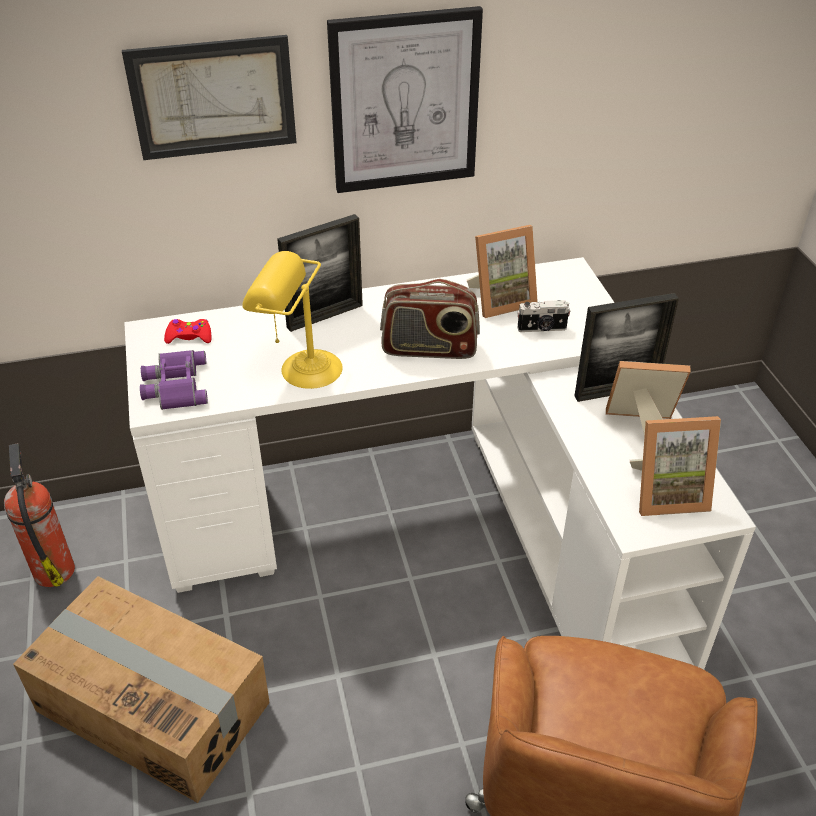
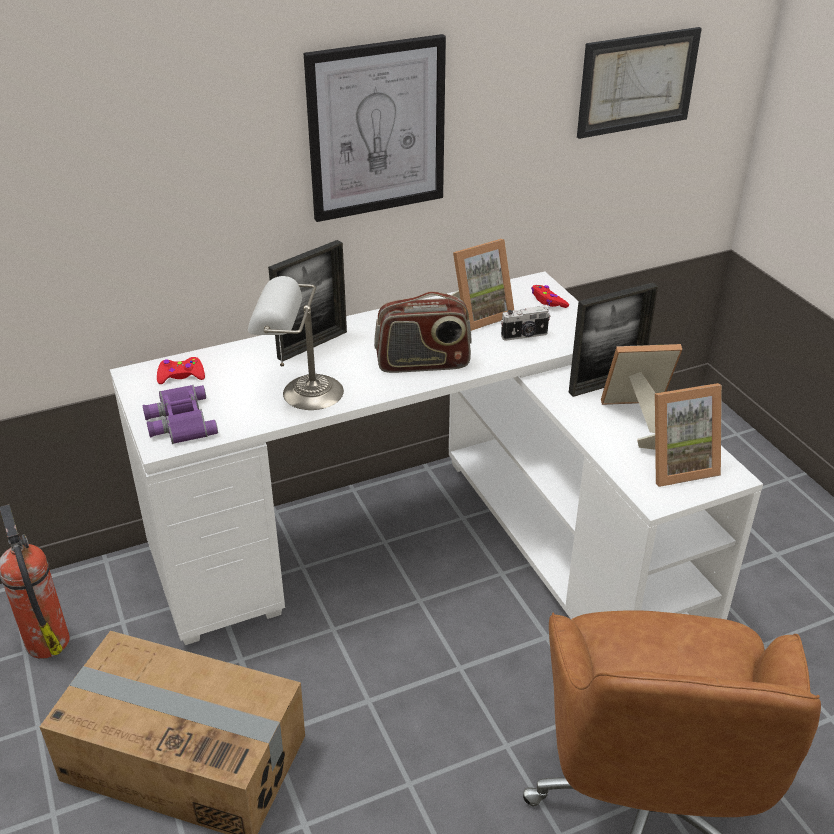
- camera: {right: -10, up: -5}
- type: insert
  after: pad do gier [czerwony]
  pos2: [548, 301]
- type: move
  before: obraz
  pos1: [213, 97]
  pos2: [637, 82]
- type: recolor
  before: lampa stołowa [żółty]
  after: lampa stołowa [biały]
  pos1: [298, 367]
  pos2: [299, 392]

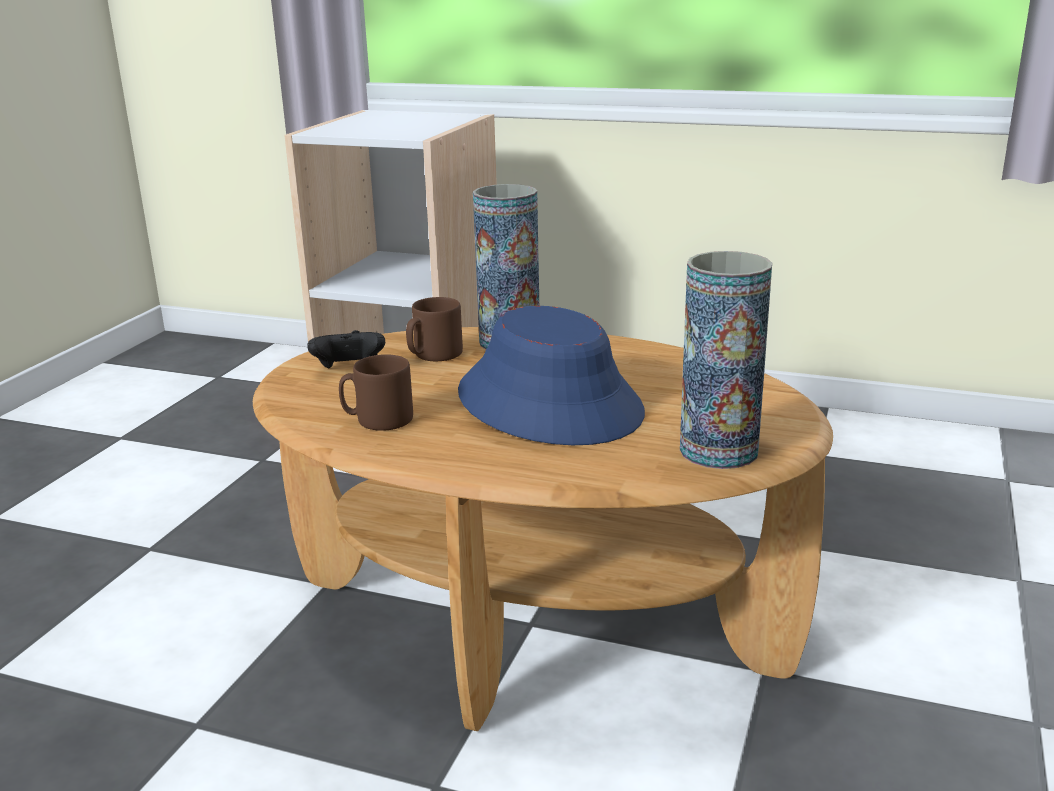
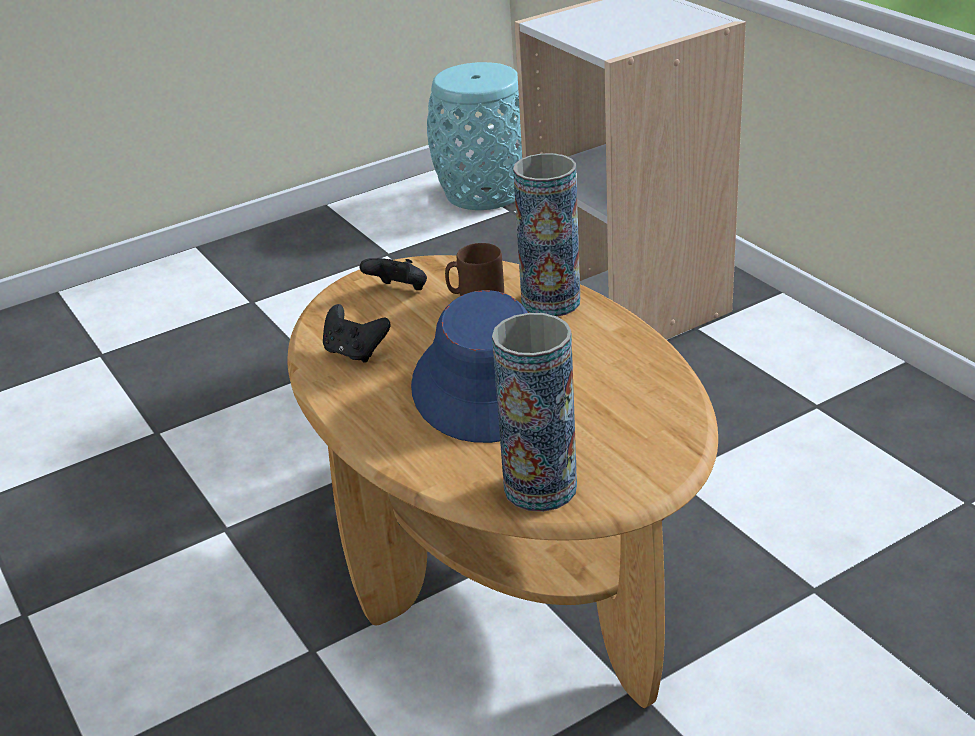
- camera: {right: 40, up: 10}
- type: insert
  after: stołek [turkusowy]
  pos2: [484, 193]
- type: replace
  before: kubek [brązowy]
  after: pad do gier [czarny]
  pos1: [378, 420]
  pos2: [355, 352]

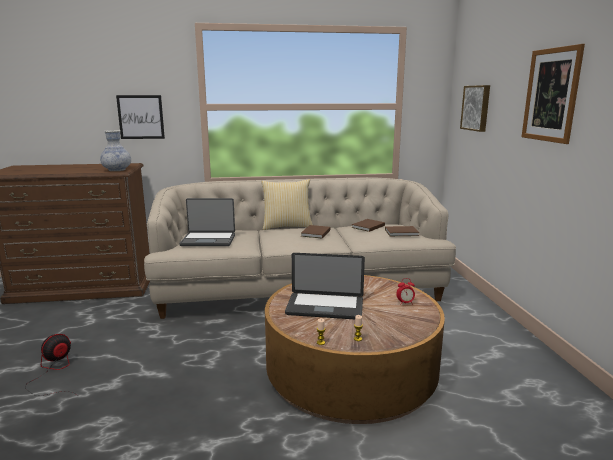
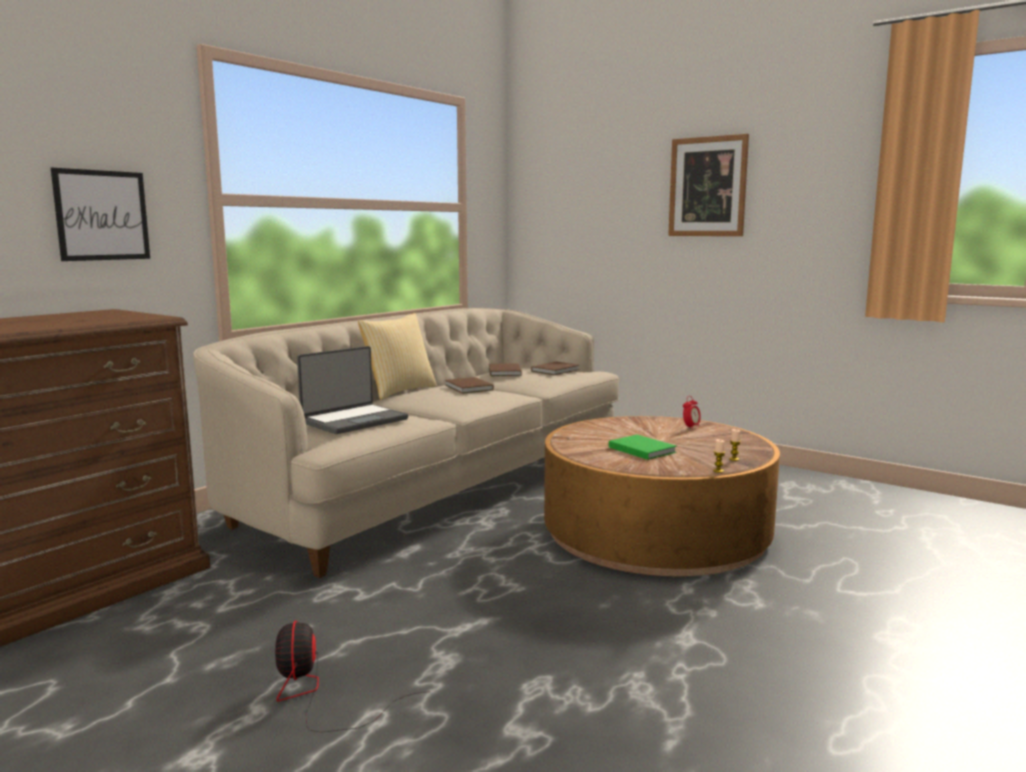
- camera: {right: -45, up: -5}
- type: delete
  before: wazon
  pos1: [117, 170]
- type: delete
  before: obraz
  pos1: [476, 108]
- type: replace
  before: laptop
  after: książka [zielony]
  pos1: [325, 307]
  pos2: [641, 449]

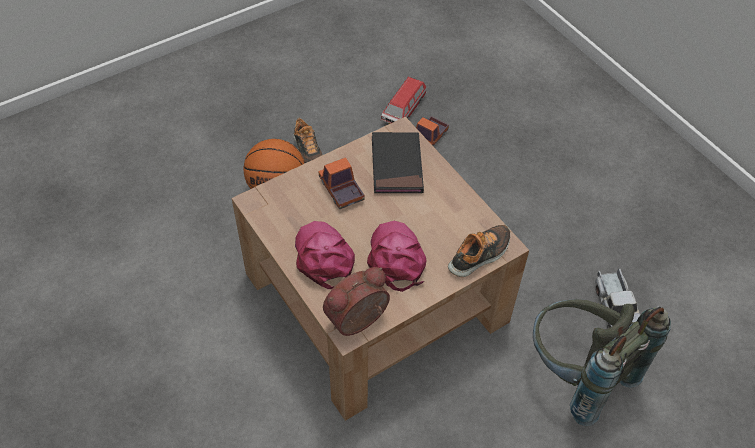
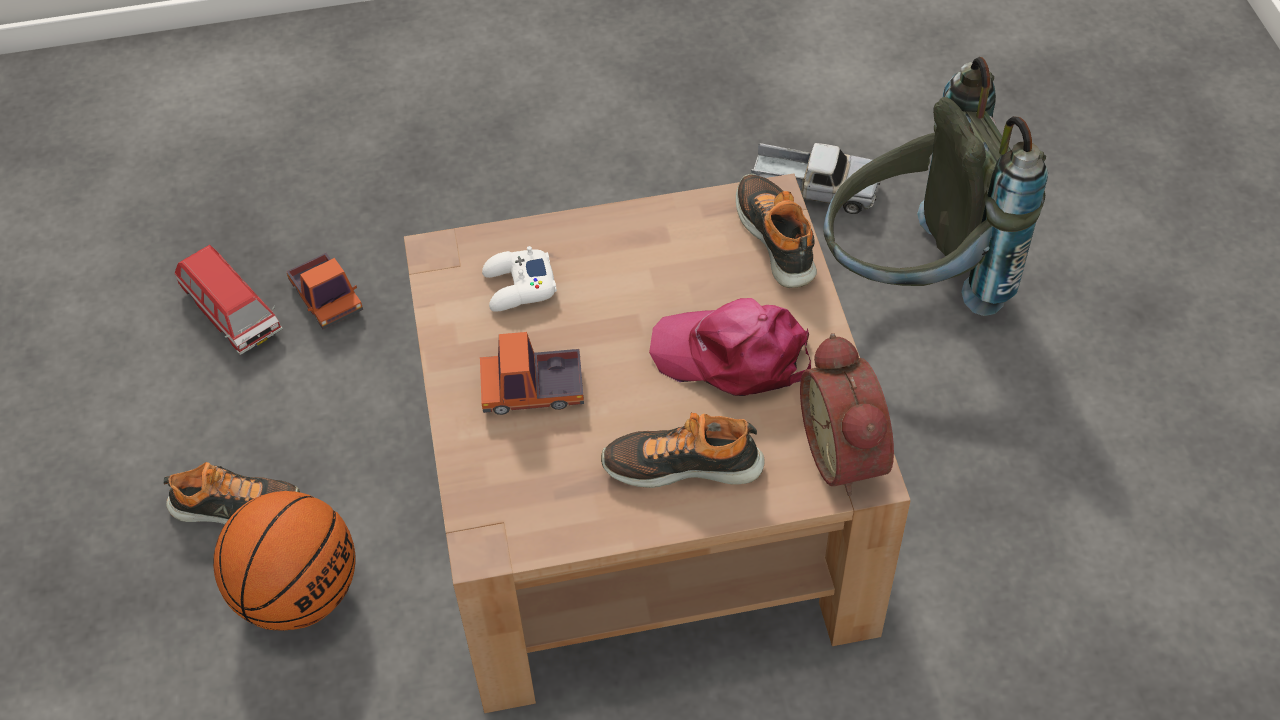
- camera: {right: -65, up: 0}
- type: replace
  before: czapka z daszkiem [różowy]
  after: but
  pos1: [324, 258]
  pos2: [683, 464]
- type: replace
  before: książka [czarny]
  after: pad do gier [biały]
  pos1: [396, 165]
  pos2: [518, 287]

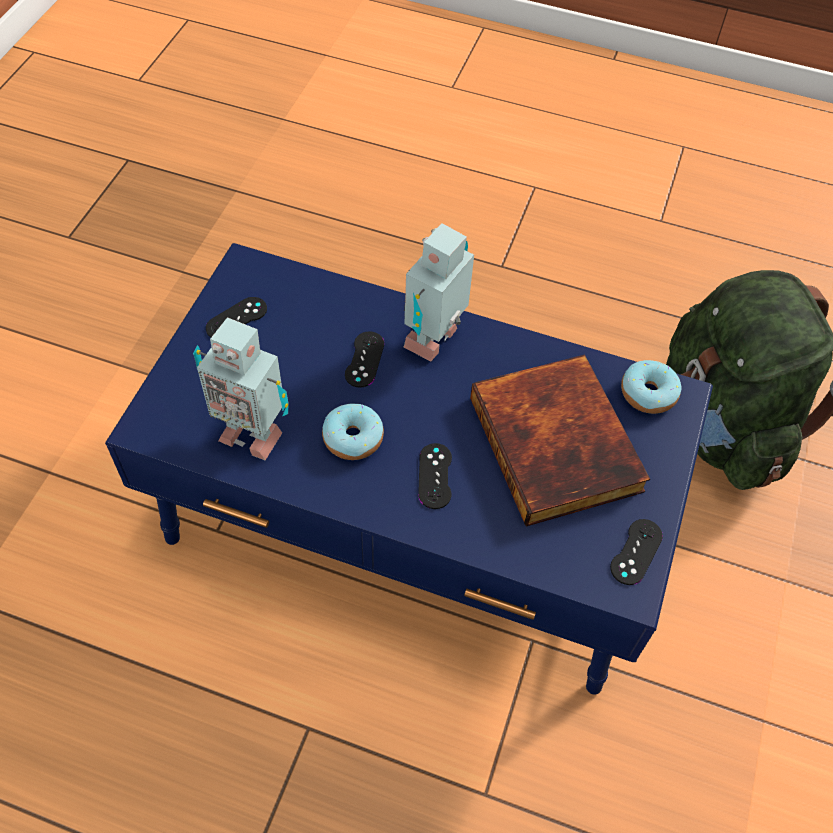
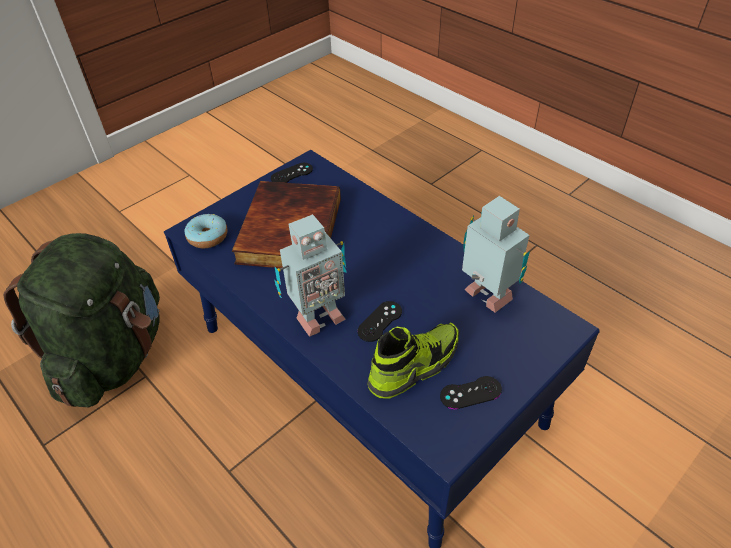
- camera: {right: -150, up: -10}
- type: delete
  before: donut
  pos1: [353, 438]
- type: delete
  before: pad do gier [czarny]
  pos1: [435, 476]
- type: insert
  after: but
  pos2: [413, 366]

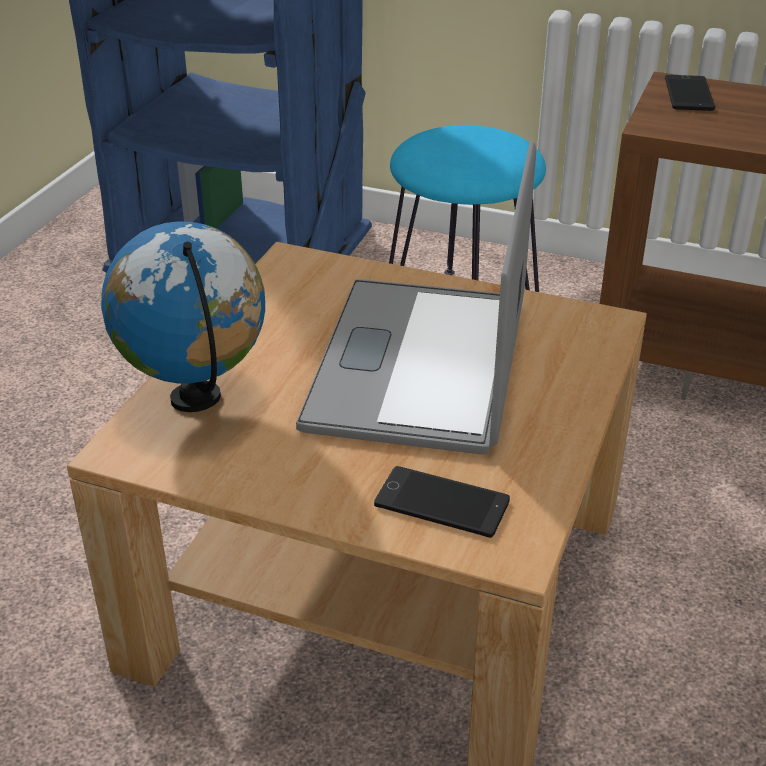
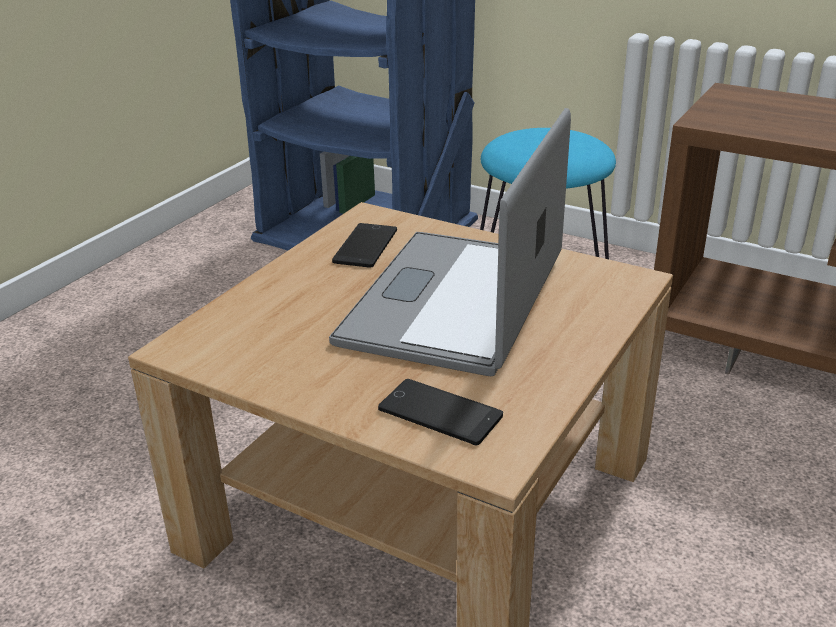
- camera: {right: 10, up: -5}
- type: delete
  before: globus
  pos1: [196, 398]
- type: move
  before: telefon
  pos1: [688, 94]
  pos2: [365, 246]

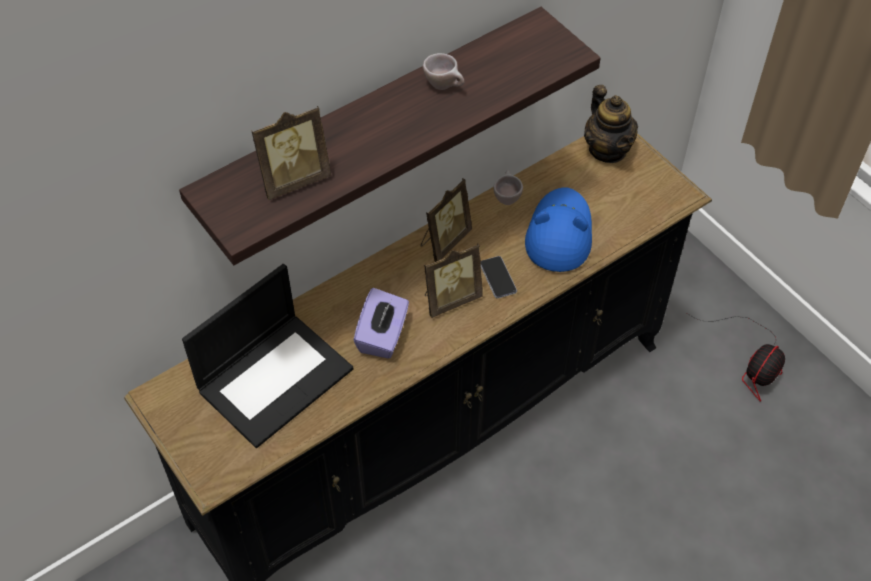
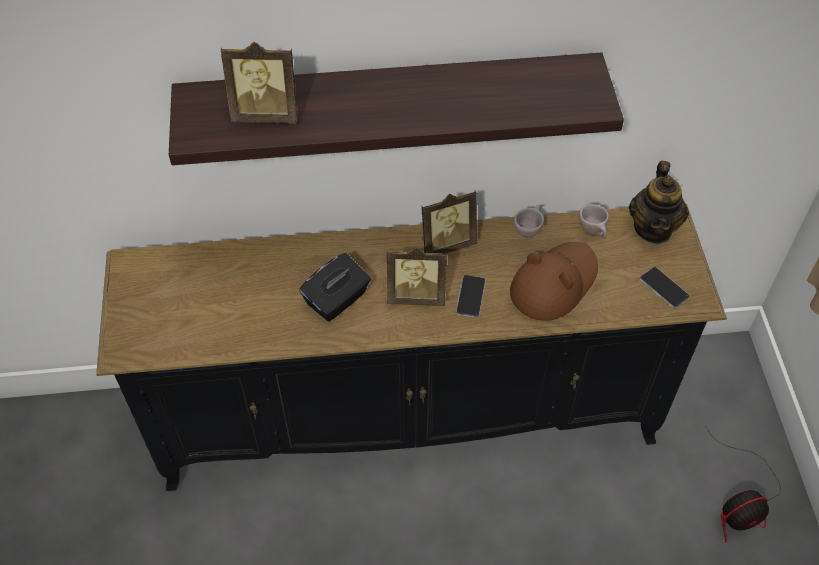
- camera: {right: 30, up: 0}
- type: delete
  before: laptop
  pos1: [275, 377]
- type: insert
  after: telefon
  pos2: [664, 288]
- type: move
  before: filiżanka [beżowy]
  pos1: [445, 86]
  pos2: [593, 232]
- type: recolor
  before: pudełko chusteczek [fioletowy]
  after: pudełko chusteczek [czarny]
  pos1: [383, 336]
  pos2: [337, 300]
- type: recolor
  before: kapelusz [niebieski]
  after: kapelusz [brązowy]
  pos1: [559, 234]
  pos2: [553, 283]

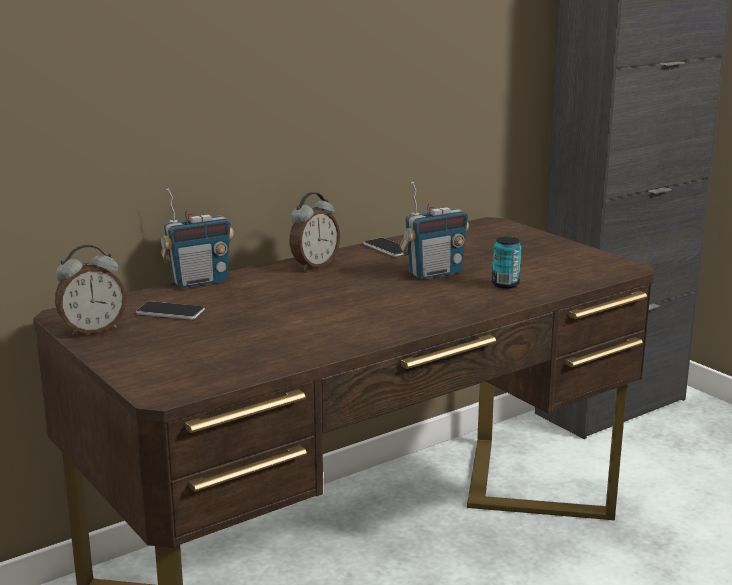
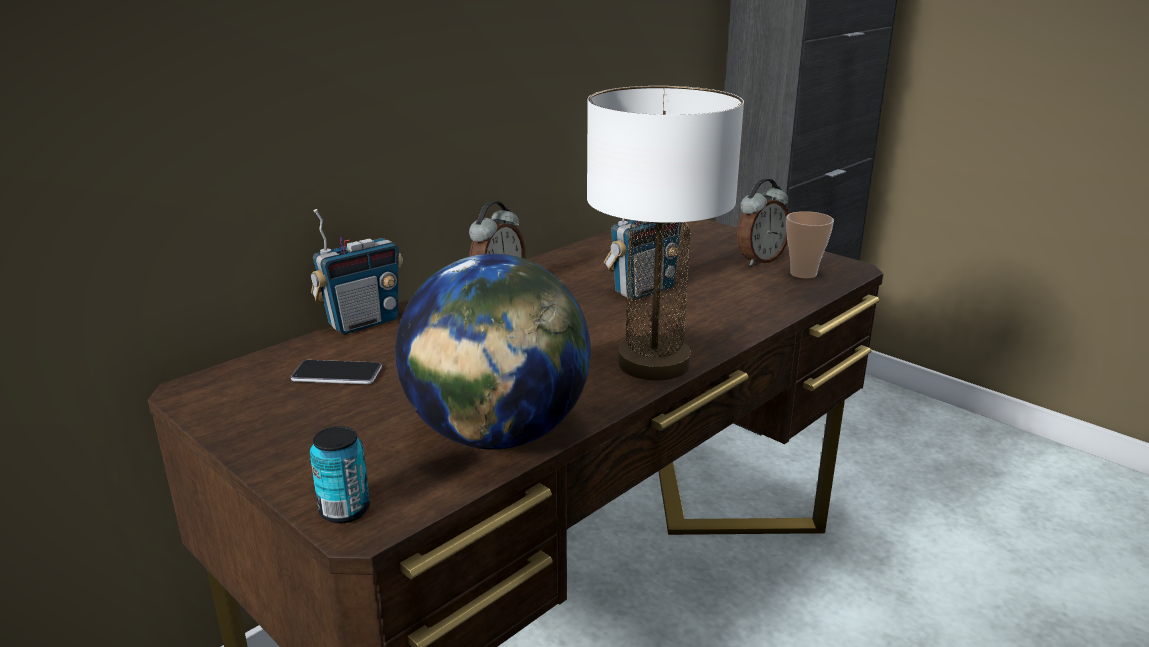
- camera: {right: -10, up: 5}
- type: delete
  before: telefon
  pos1: [388, 248]
- type: insert
  after: globus
  pos2: [497, 436]
- type: insert
  after: lampa stołowa
  pos2: [654, 364]
- type: insert
  after: filiżanka
  pos2: [803, 274]
- type: move
  before: budzik
  pos1: [93, 330]
  pos2: [759, 260]
- type: move
  before: puszka
  pos1: [505, 284]
  pos2: [344, 510]

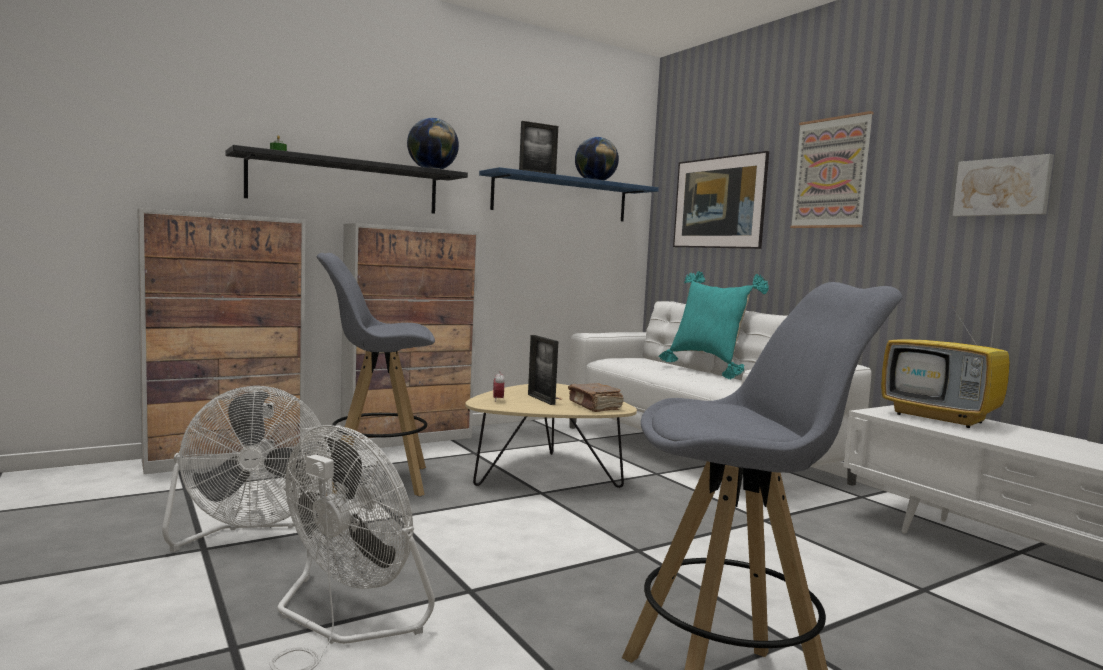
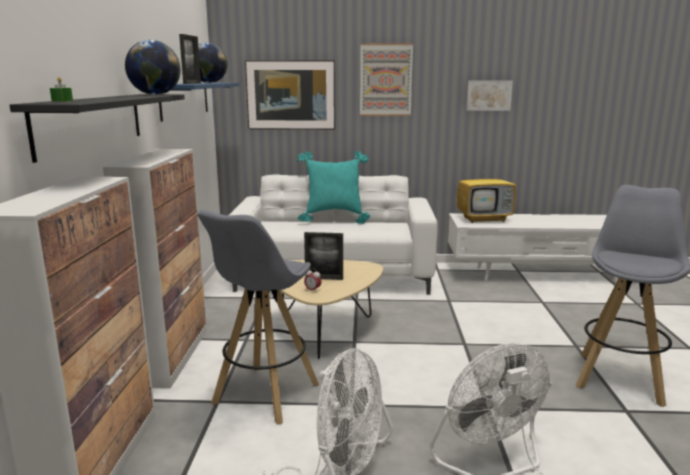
- camera: {right: -55, up: 10}
- type: delete
  before: książka [brązowy]
  pos1: [594, 406]

